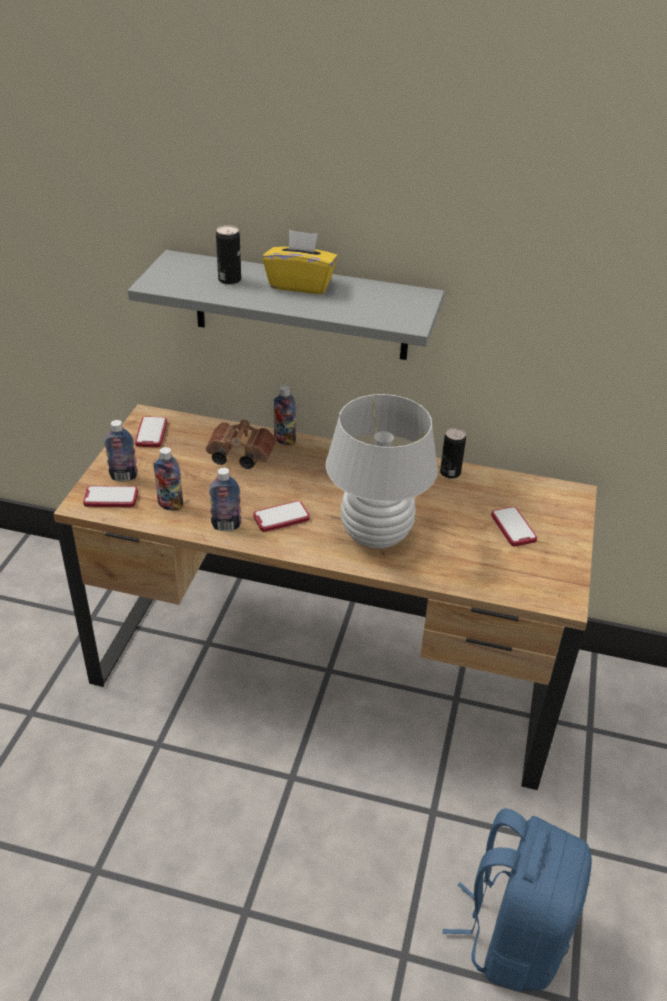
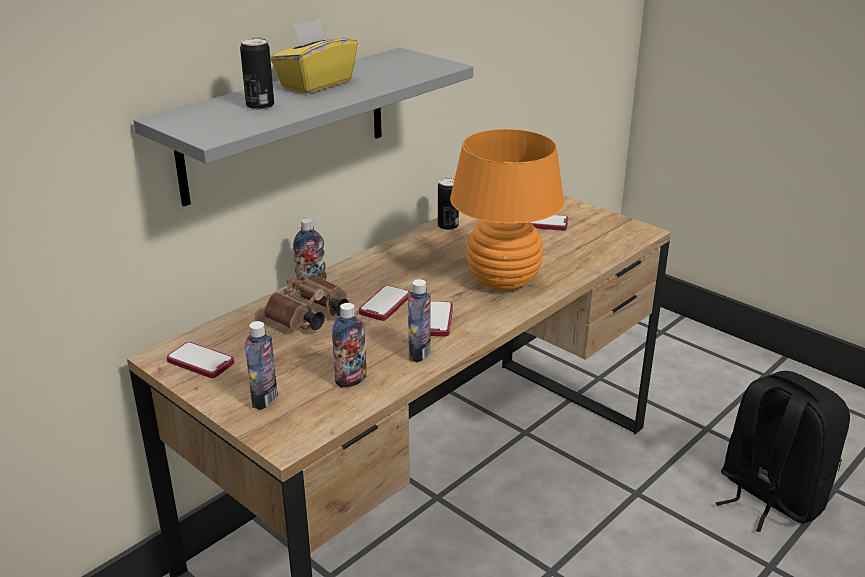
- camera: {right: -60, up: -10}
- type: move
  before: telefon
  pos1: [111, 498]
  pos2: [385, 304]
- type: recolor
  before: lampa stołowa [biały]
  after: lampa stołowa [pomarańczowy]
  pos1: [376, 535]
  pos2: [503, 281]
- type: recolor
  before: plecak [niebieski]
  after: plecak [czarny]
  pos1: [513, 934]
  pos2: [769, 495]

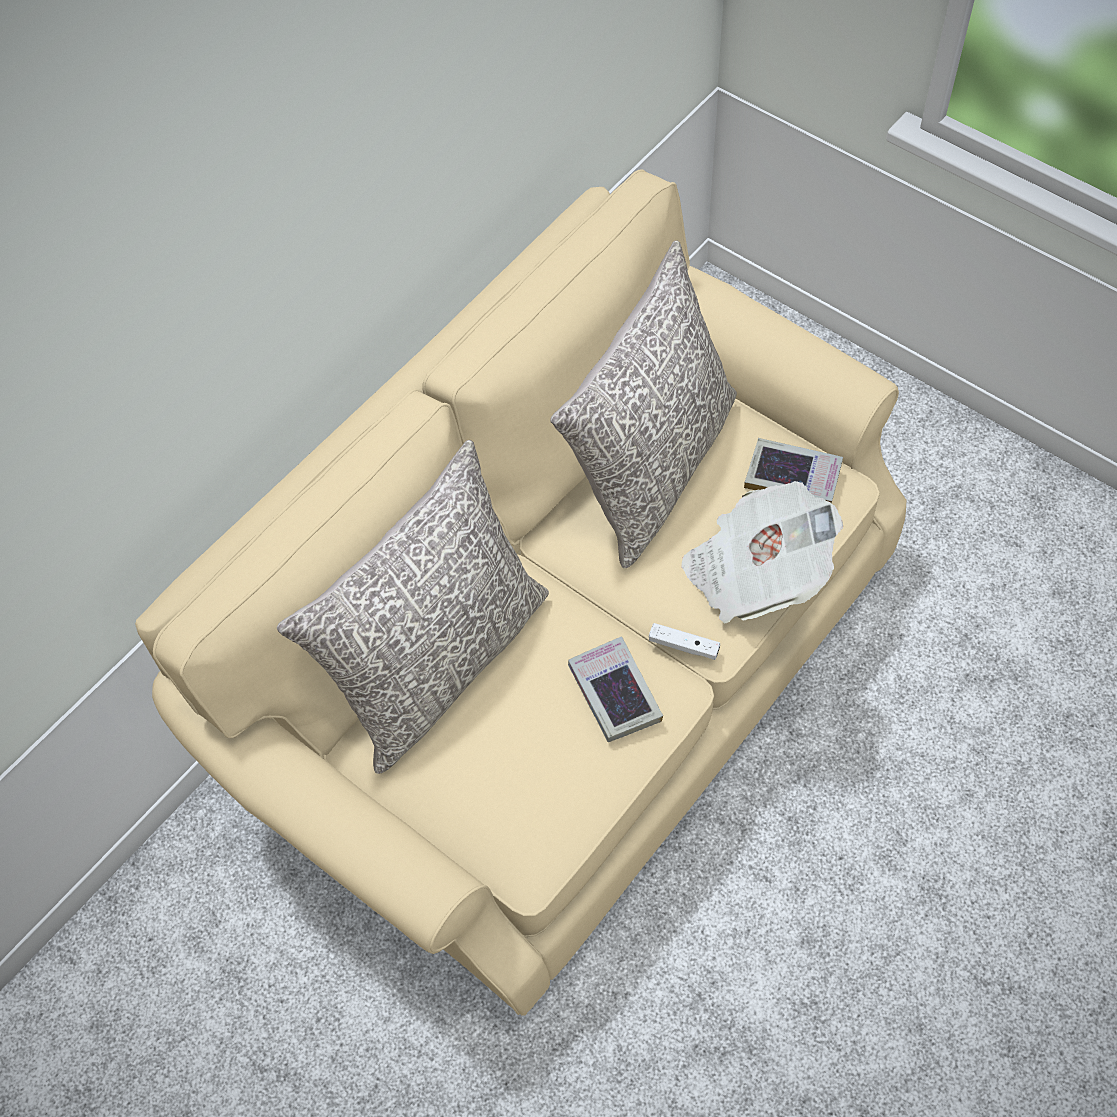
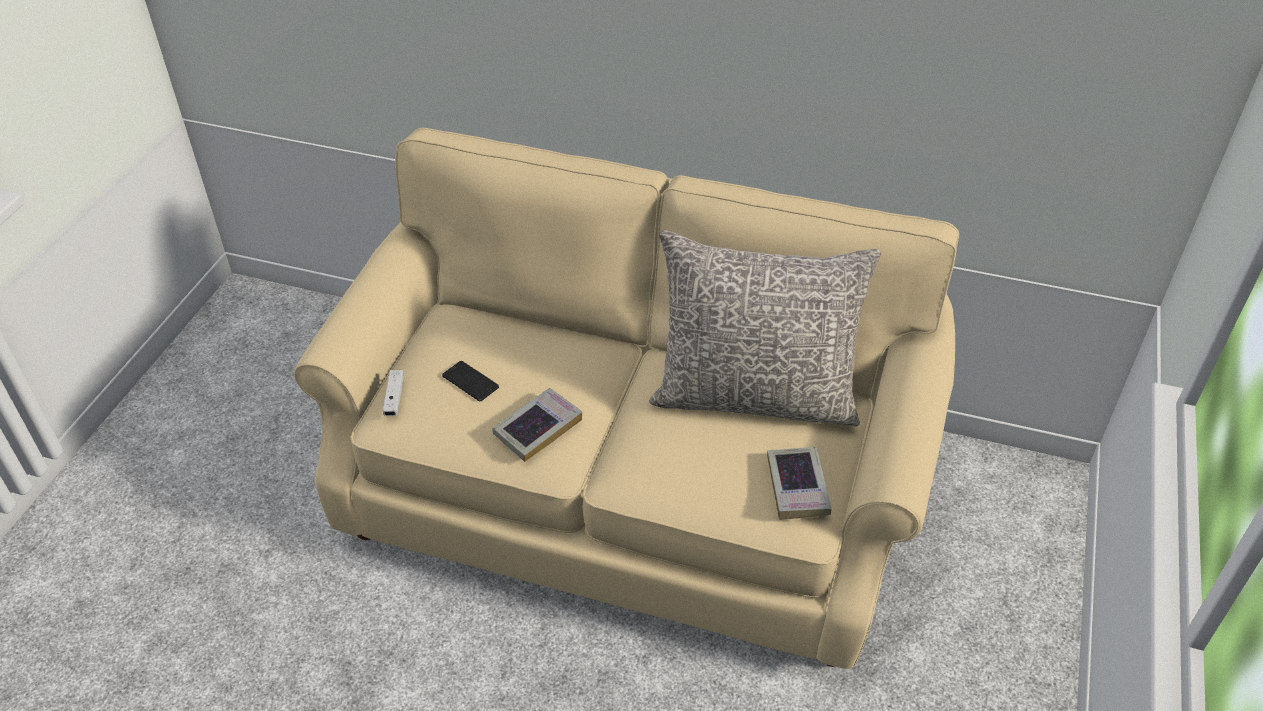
- camera: {right: 65, up: -15}
- type: delete
  before: poduszka [szary]
  pos1: [439, 662]
- type: delete
  before: gazeta
  pos1: [756, 572]
- type: insert
  after: telefon
  pos2: [470, 381]
- type: move
  before: pad do gier [biały]
  pos1: [683, 645]
  pos2: [394, 398]

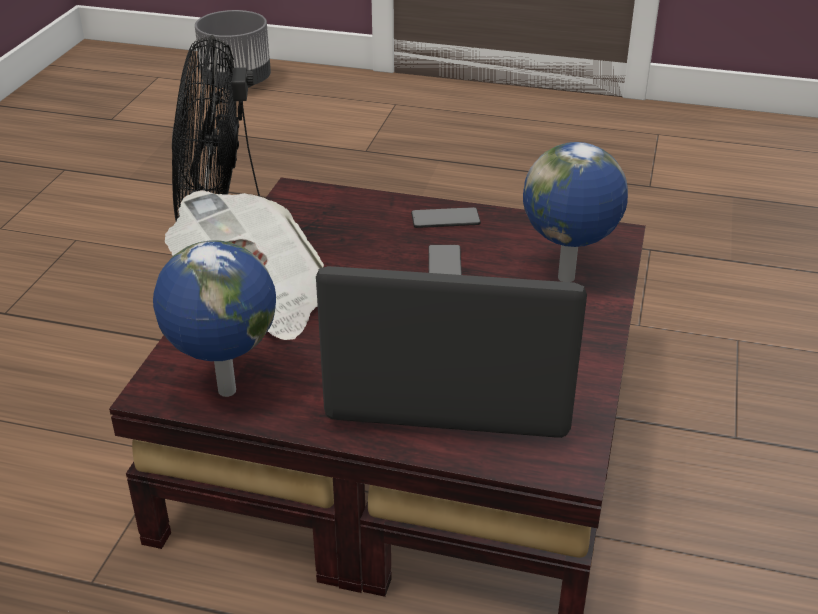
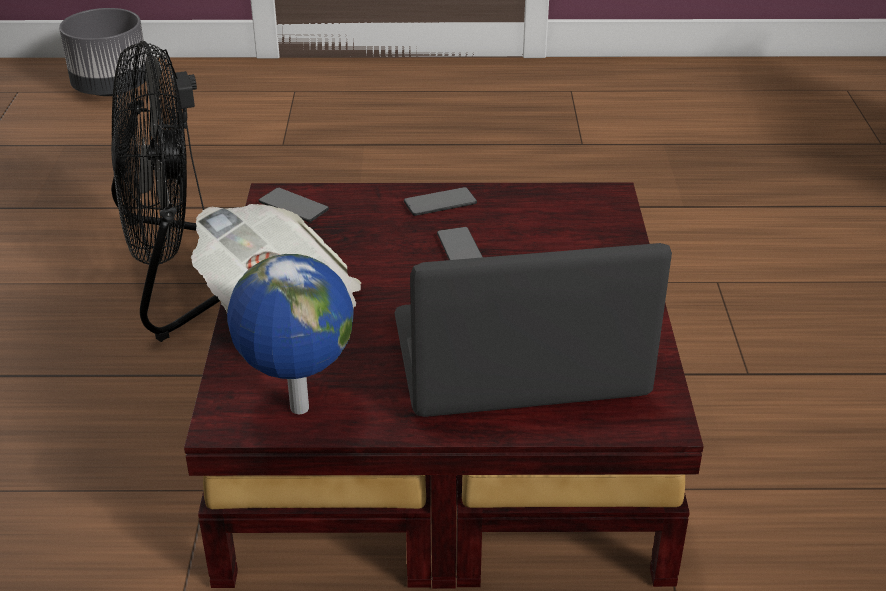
- camera: {right: -15, up: 0}
- type: delete
  before: globus
  pos1: [567, 279]
- type: insert
  after: telefon
  pos2: [293, 206]

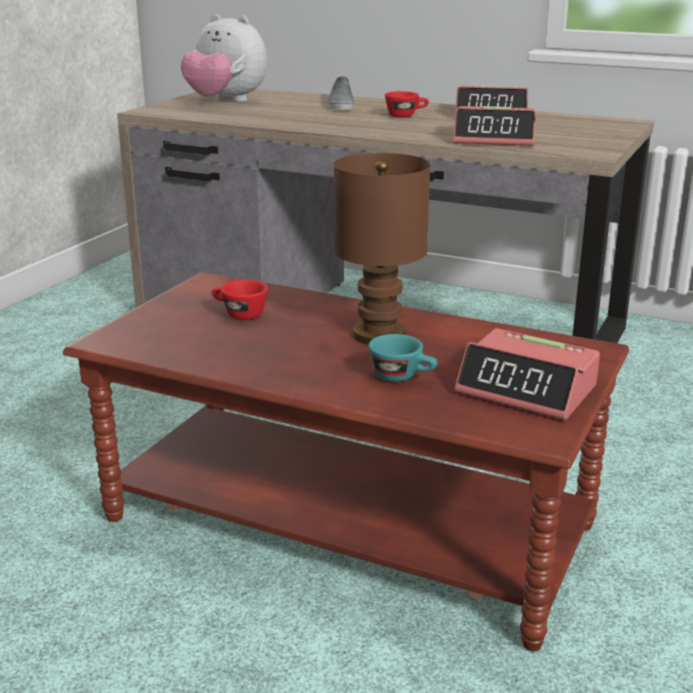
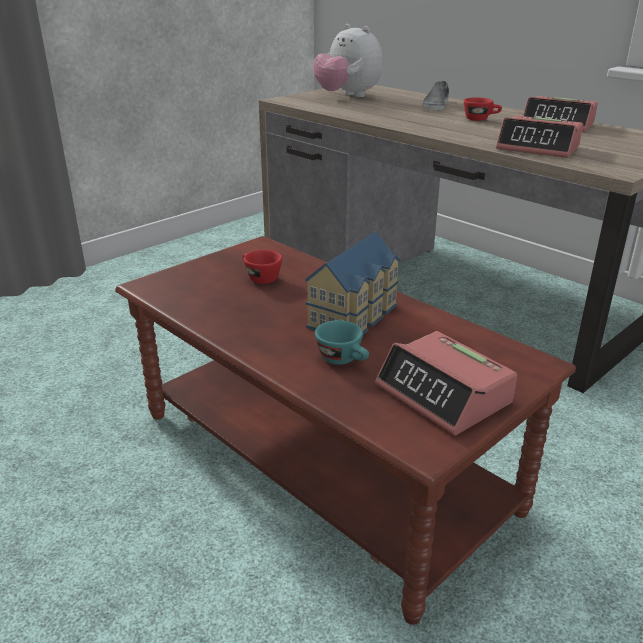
- camera: {right: 20, up: 5}
- type: replace
  before: lampa stołowa [brązowy]
  after: domek
  pos1: [380, 335]
  pos2: [356, 315]

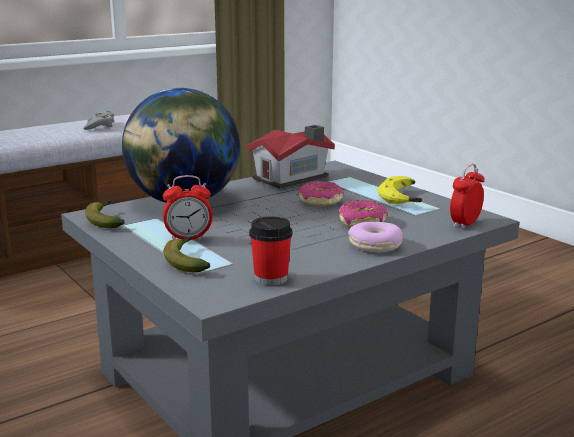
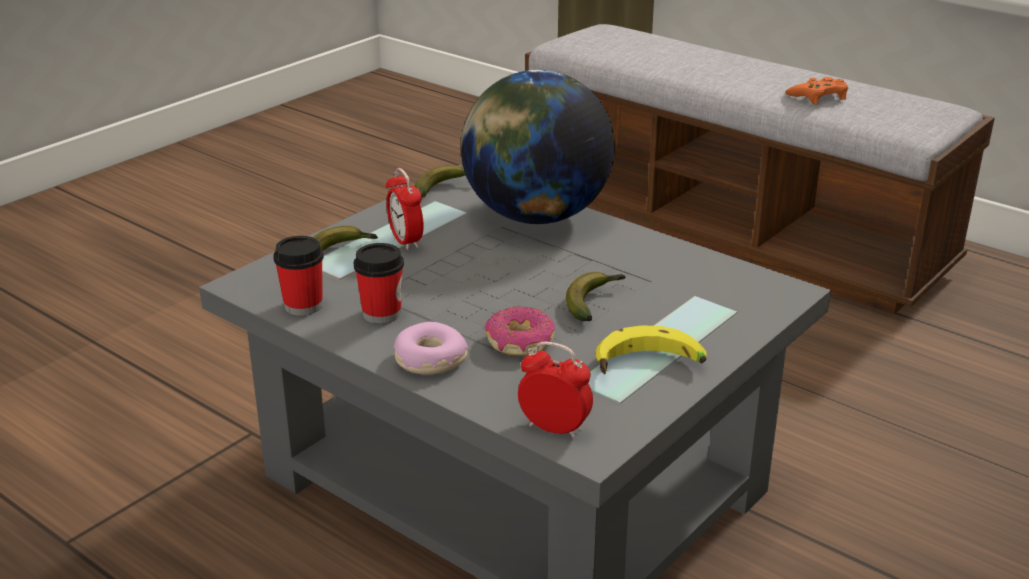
- camera: {right: 75, up: 10}
- type: delete
  before: domek
  pos1: [293, 178]
- type: insert
  after: filiżanka
  pos2: [381, 314]
- type: replace
  before: donut
  after: banan
  pos1: [320, 201]
  pos2: [594, 302]
- type: recolor
  before: pad do gier [szary]
  after: pad do gier [pomarańczowy]
  pos1: [99, 125]
  pos2: [818, 97]

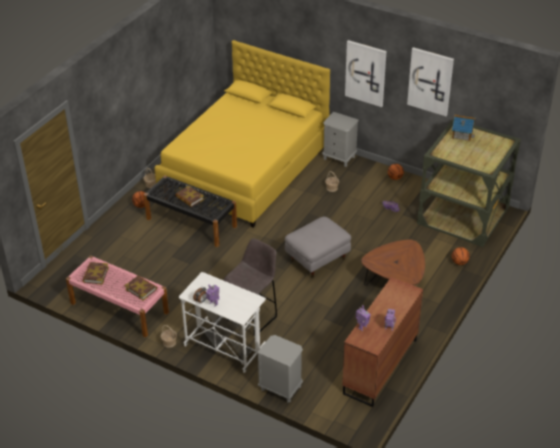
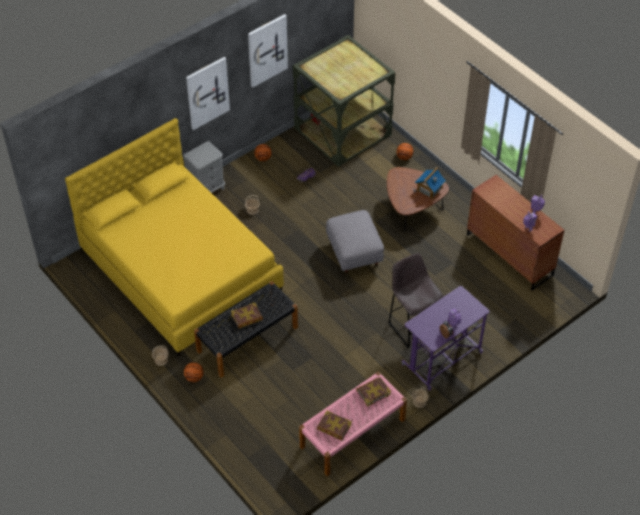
- camera: {right: -70, up: 10}
- type: delete
  before: szafka nocna [szary]
  pos1: [280, 388]
- type: move
  before: domek
  pos1: [462, 134]
  pos2: [429, 189]
- type: recolor
  before: biurko [biały]
  after: biurko [fioletowy]
  pos1: [224, 346]
  pos2: [442, 359]

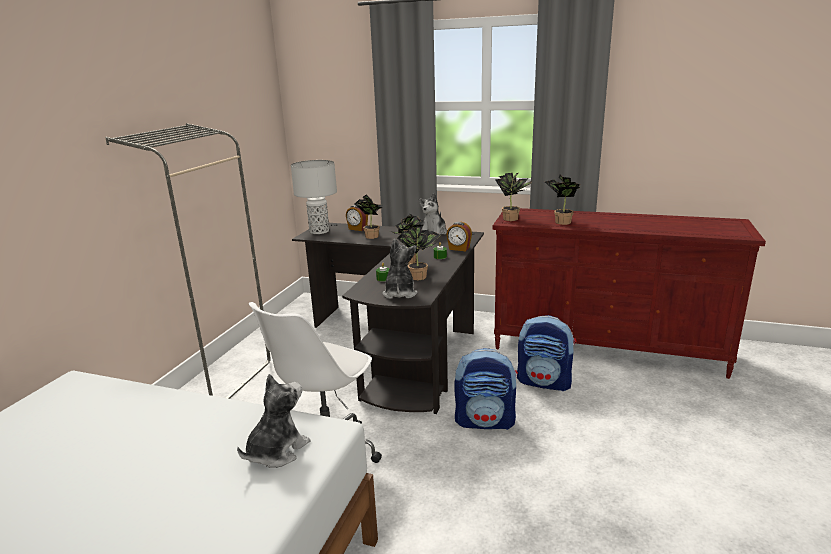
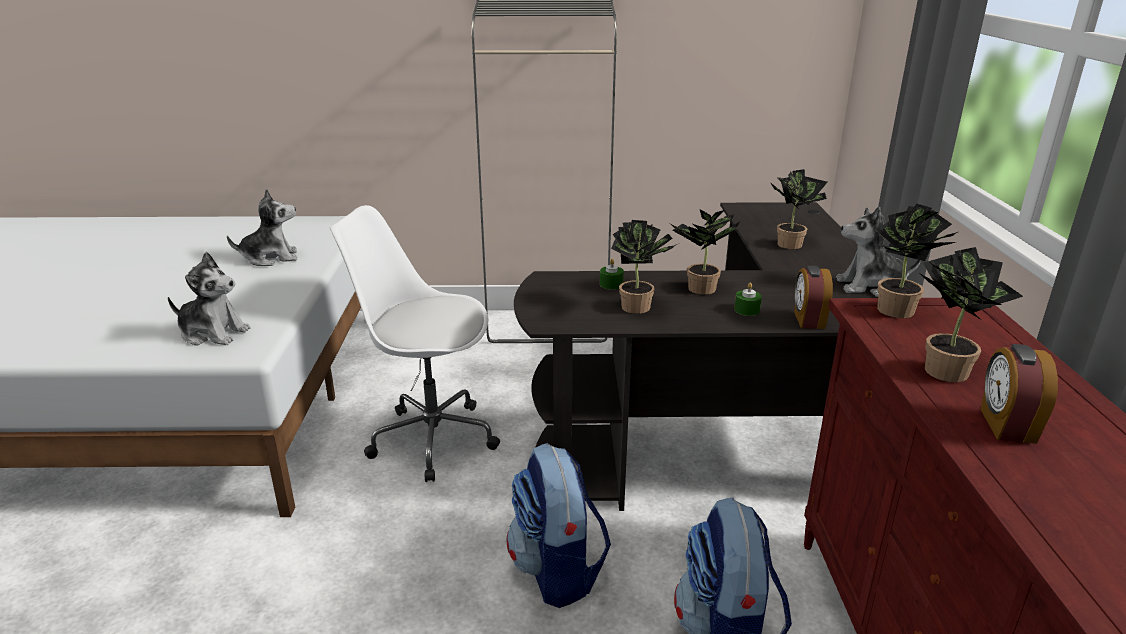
- camera: {right: 70, up: 5}
- type: delete
  before: lampa stołowa [biały]
  pos1: [320, 231]
- type: move
  before: budzik
  pos1: [357, 229]
  pos2: [1005, 425]
- type: move
  before: pluszak
  pos1: [399, 293]
  pos2: [271, 258]

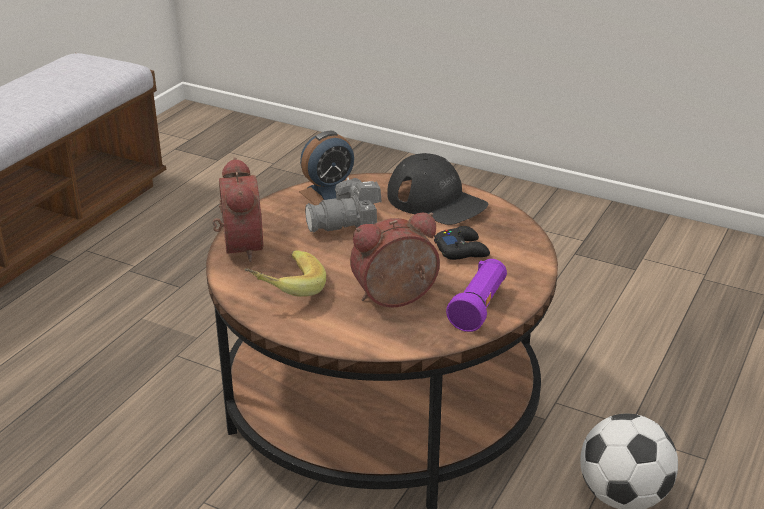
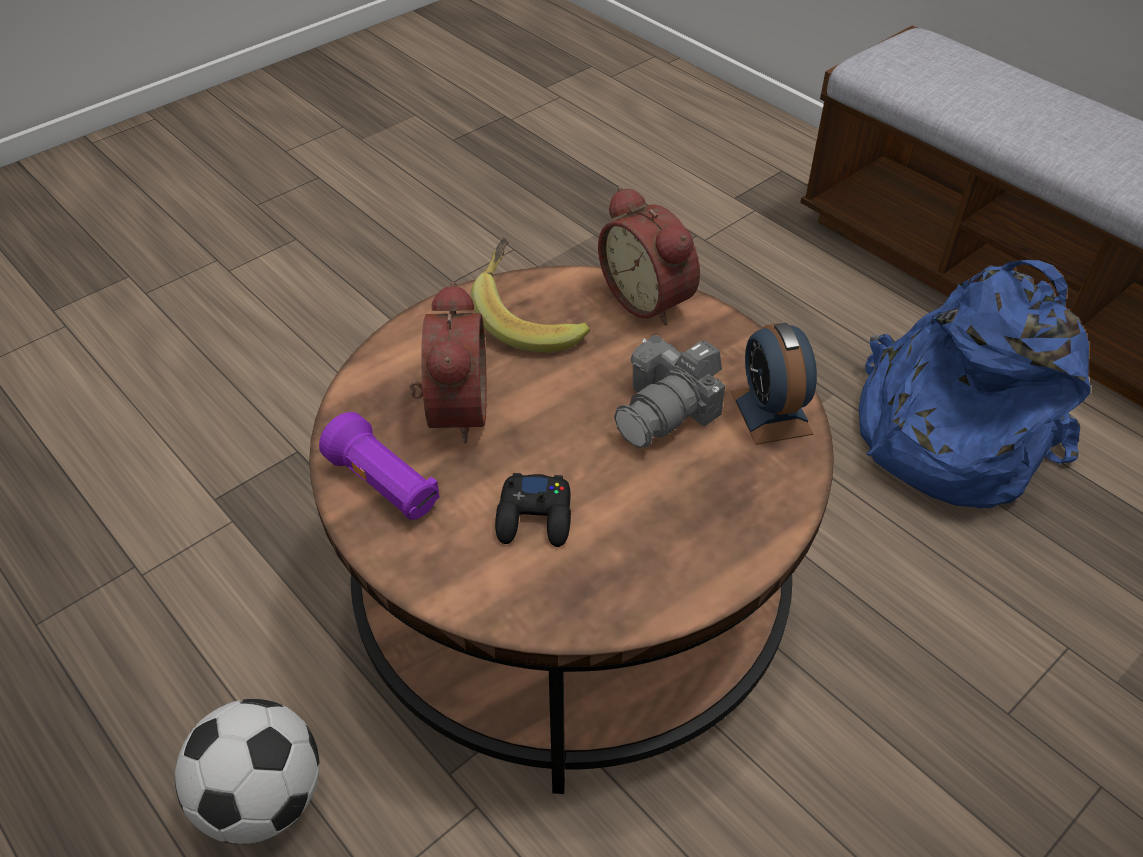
- camera: {right: 110, up: 15}
- type: delete
  before: czapka z daszkiem [czarny]
  pos1: [436, 201]
- type: insert
  after: plecak [niebieski]
  pos2: [947, 433]
- type: rotate
  before: budzik
  pos1: [238, 247]
  pos2: [650, 298]
  turn: 45
- type: rotate
  before: aparat fotograficzny
  pos1: [347, 224]
  pos2: [667, 411]
  turn: -135

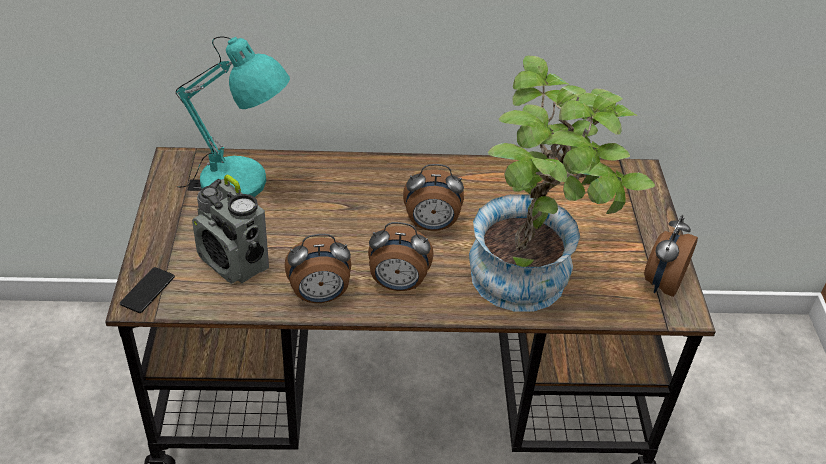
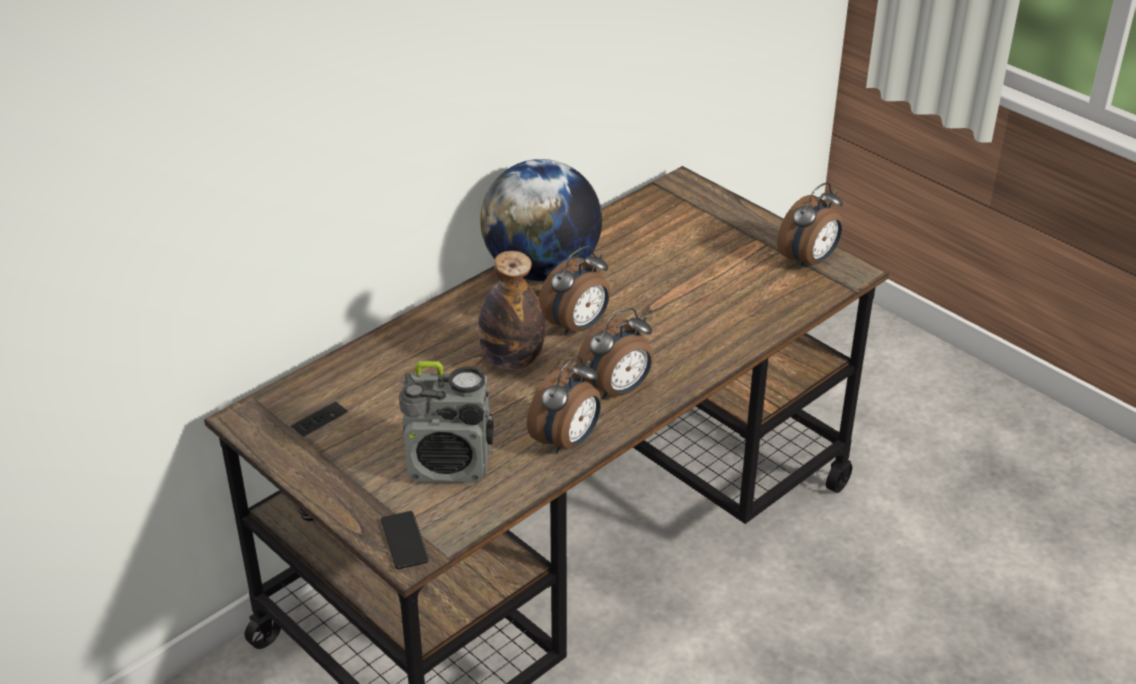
- camera: {right: -40, up: -5}
- type: delete
  before: lampa stołowa [turkusowy]
  pos1: [241, 185]
- type: delete
  before: roślina doniczkowa
  pos1: [533, 281]
- type: insert
  after: butelka
  pos2: [512, 360]
- type: insert
  after: globus
  pos2: [542, 269]
- type: rotate
  before: budzik
  pos1: [661, 283]
  pos2: [809, 261]
  turn: -120

